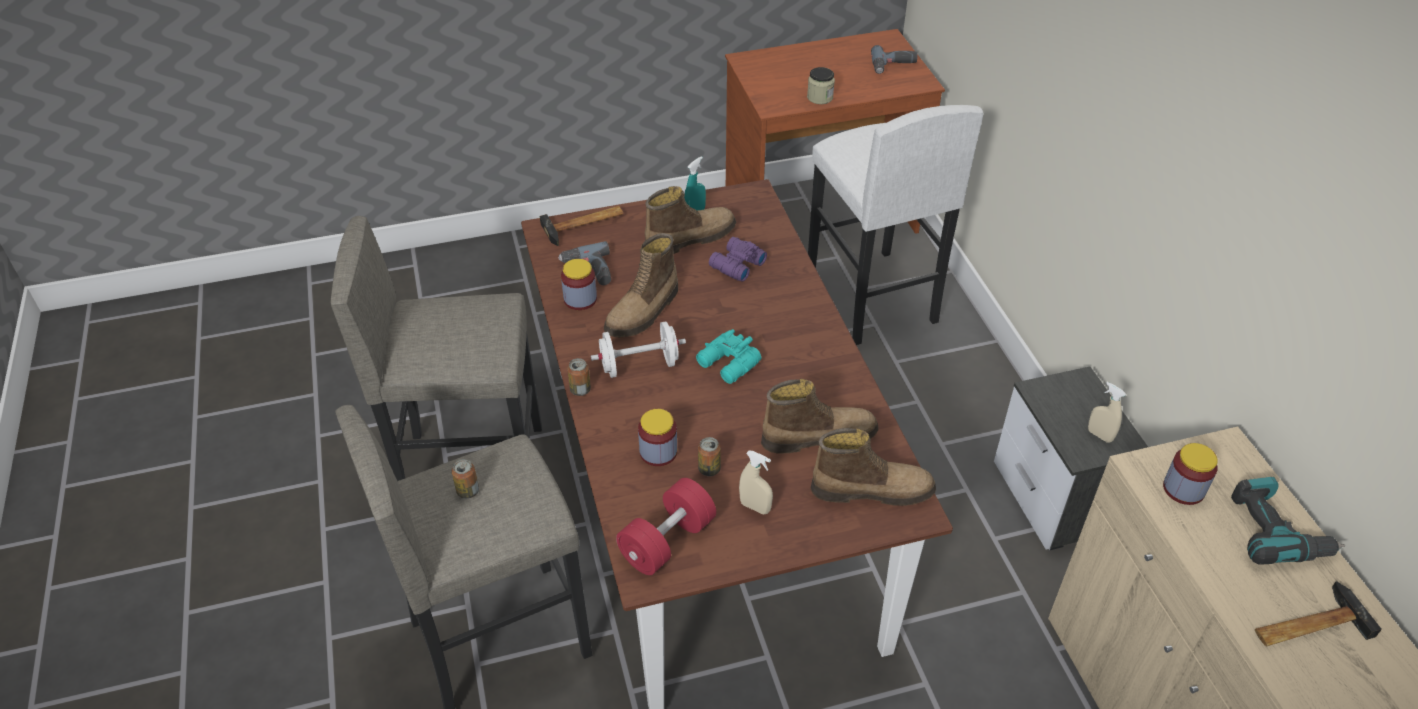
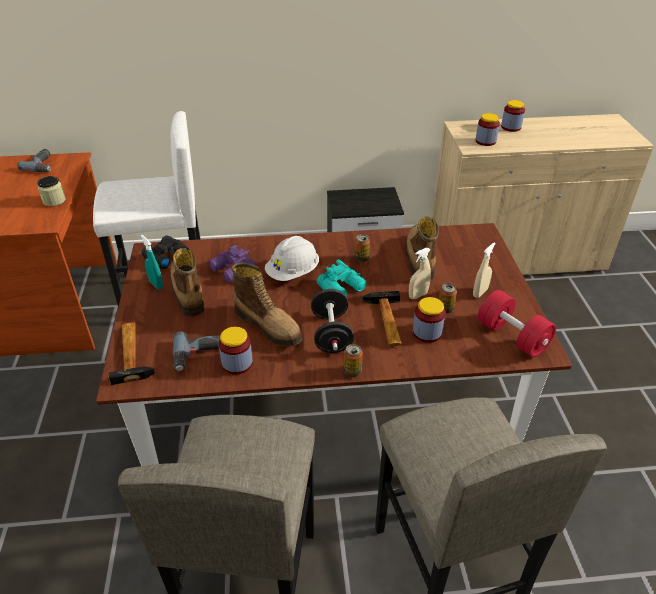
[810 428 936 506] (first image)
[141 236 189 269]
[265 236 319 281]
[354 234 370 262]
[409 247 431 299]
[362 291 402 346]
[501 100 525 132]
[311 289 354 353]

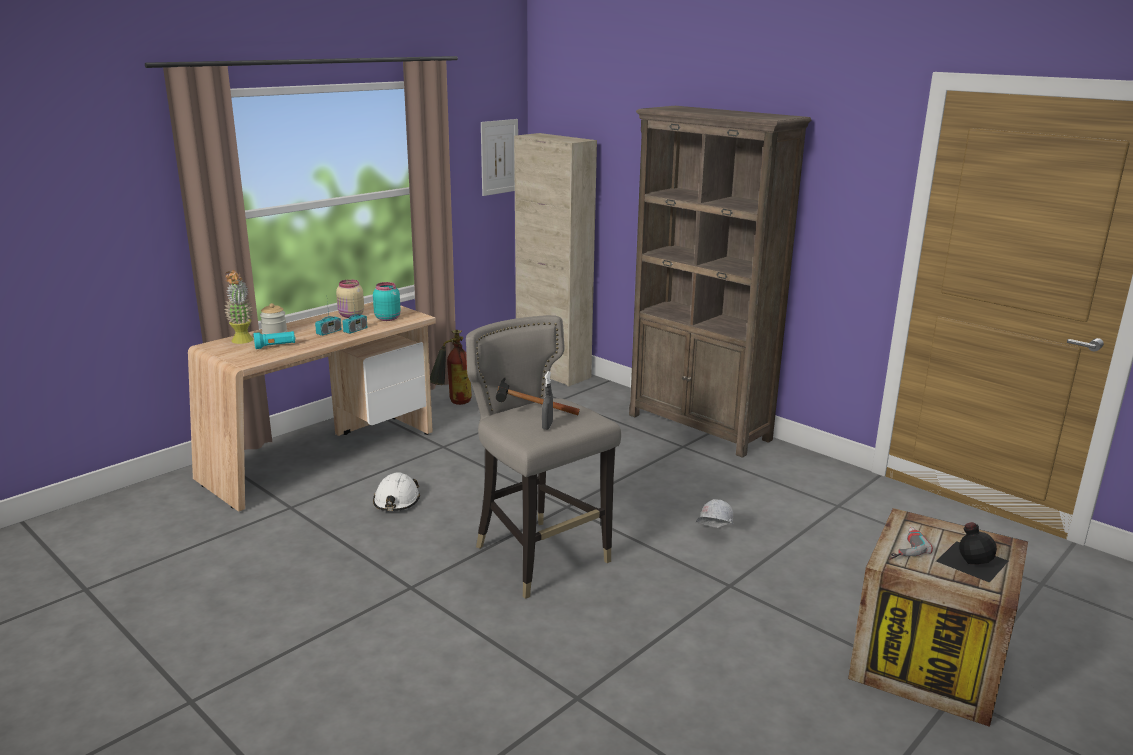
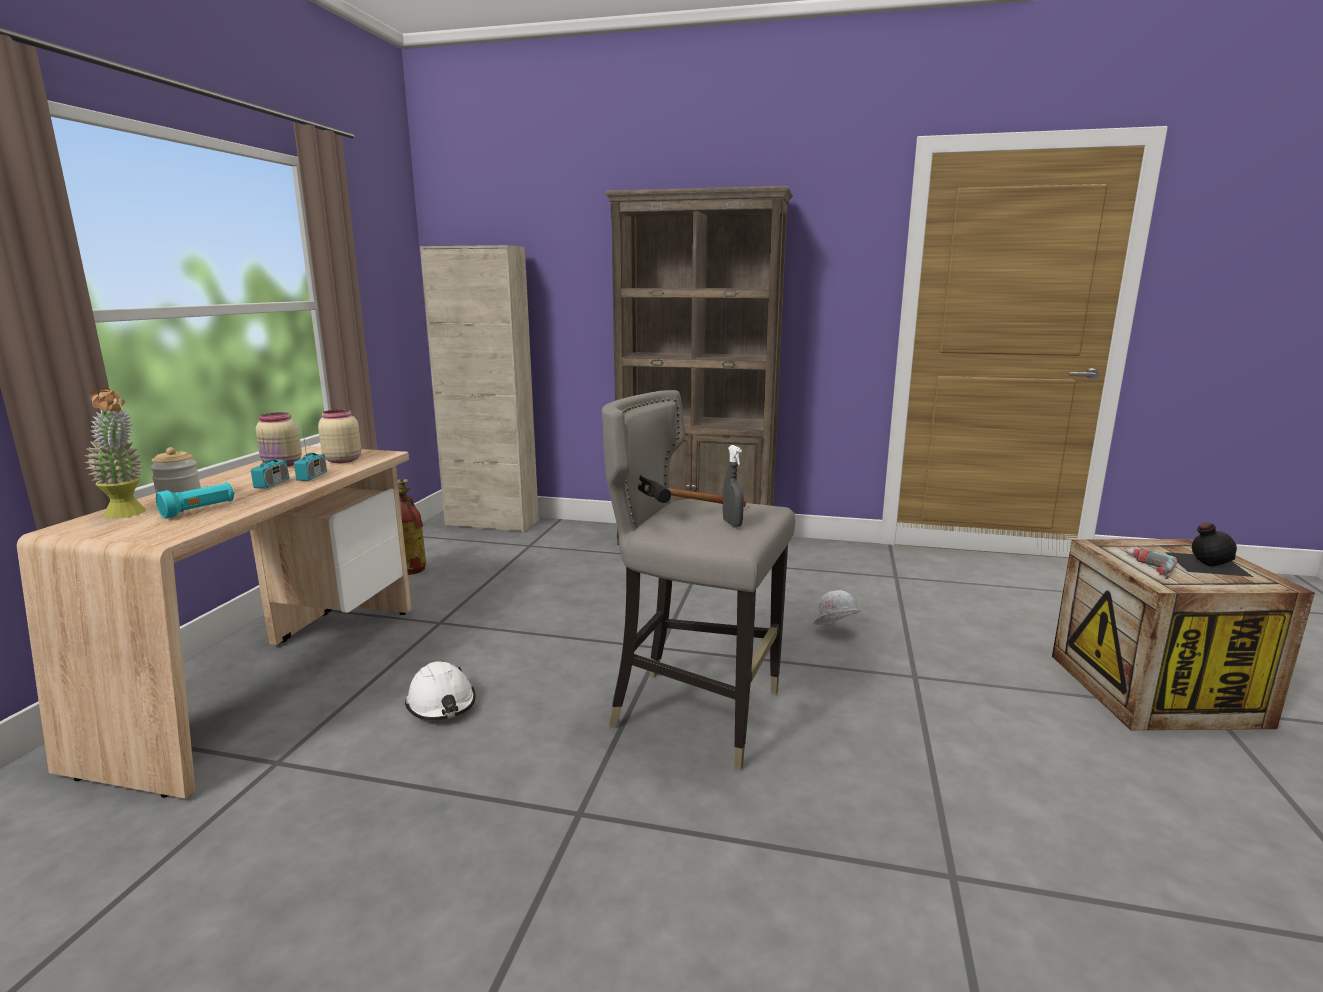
[481 119 518 196] (first image)
[318 409 361 463]

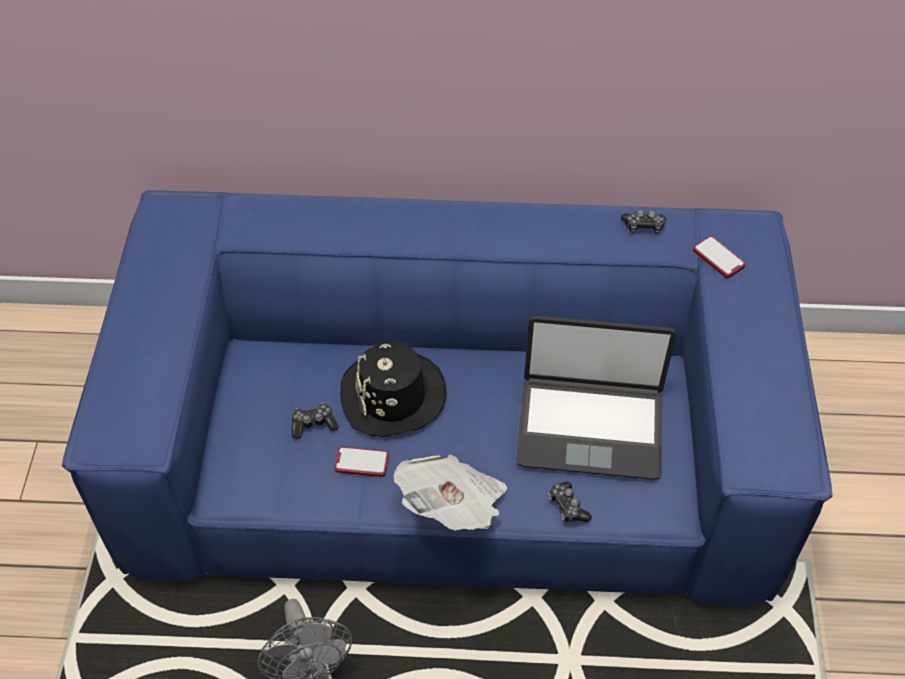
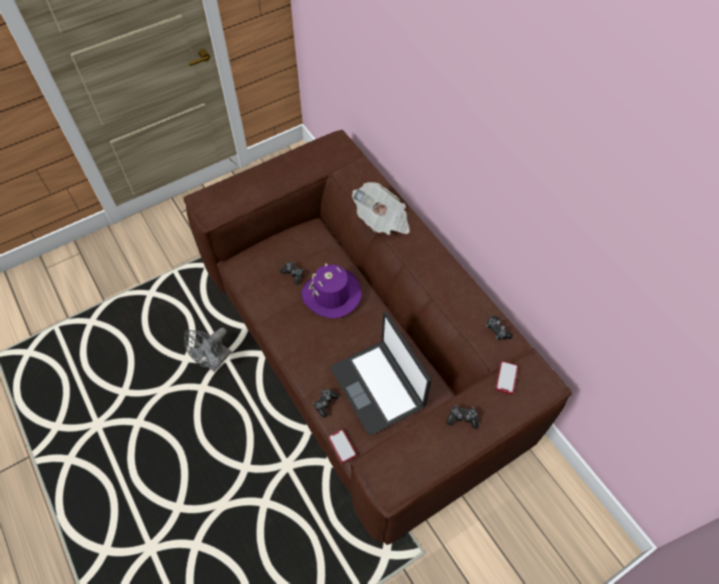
[447 405 479 429]
[328 430 356 463]
[352 182 410 235]
[183 130 572 545]
[301 263 362 319]

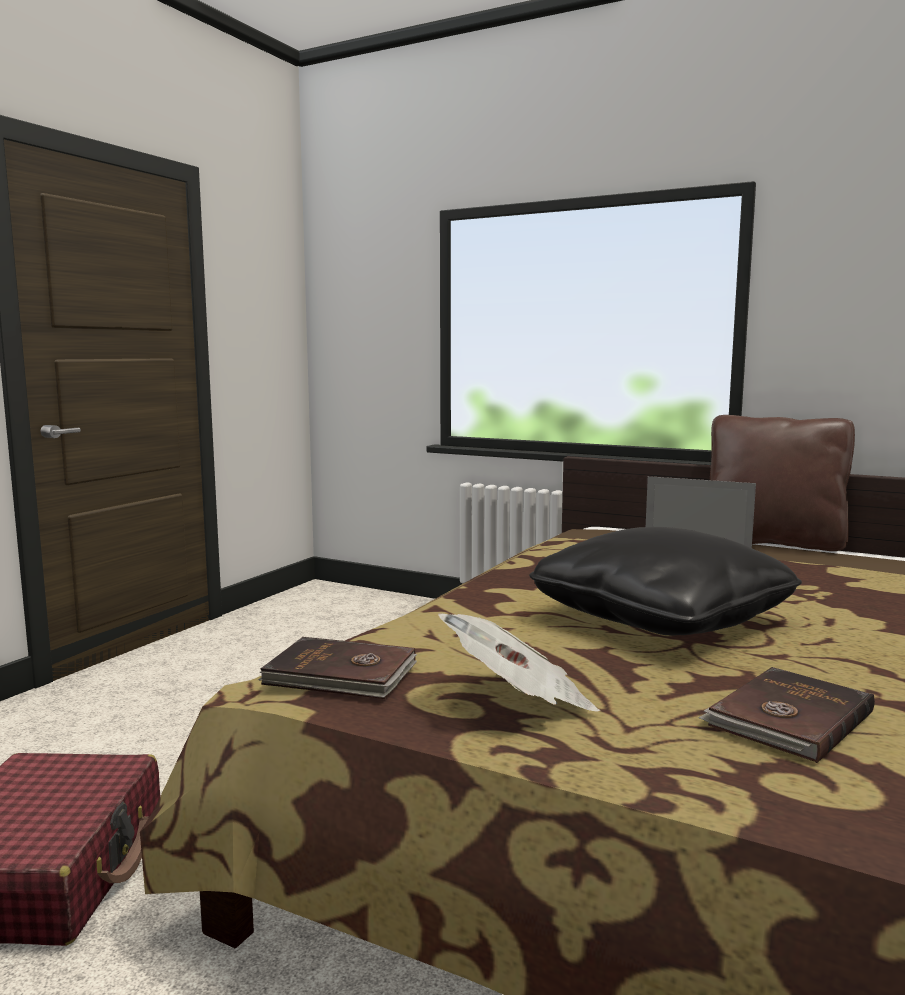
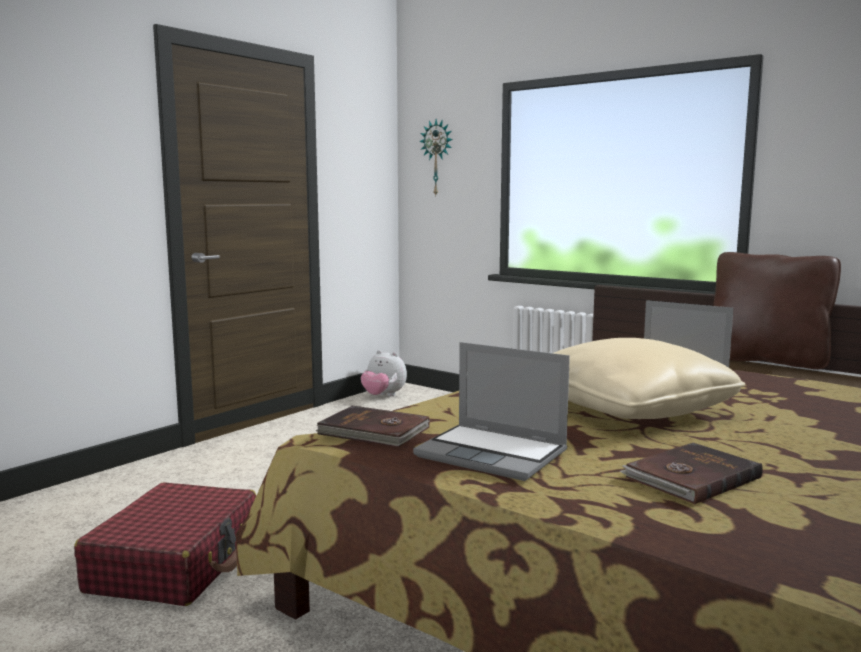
[361 350 407 396]
[419 119 453 196]
[413 342 570 481]
[554 338 745 419]

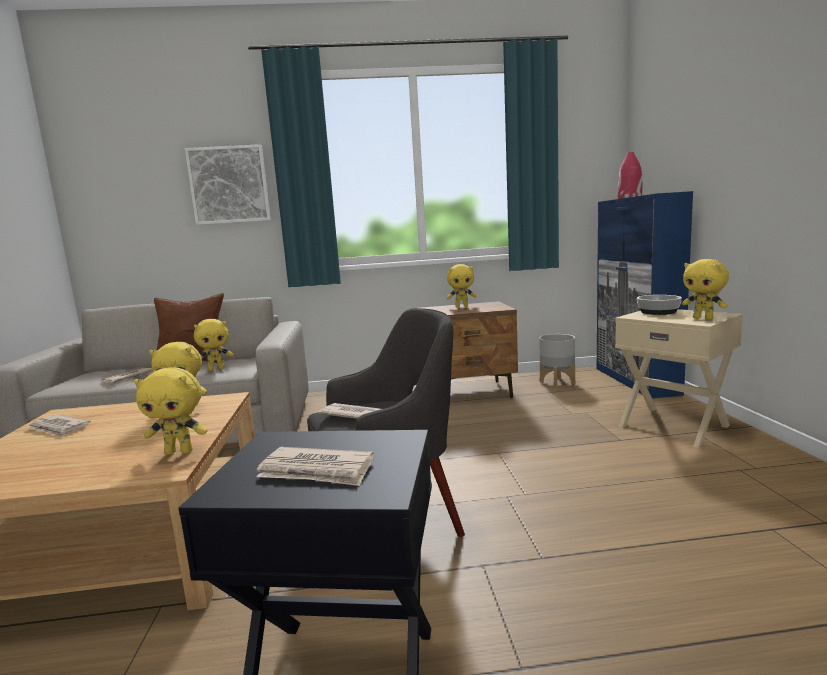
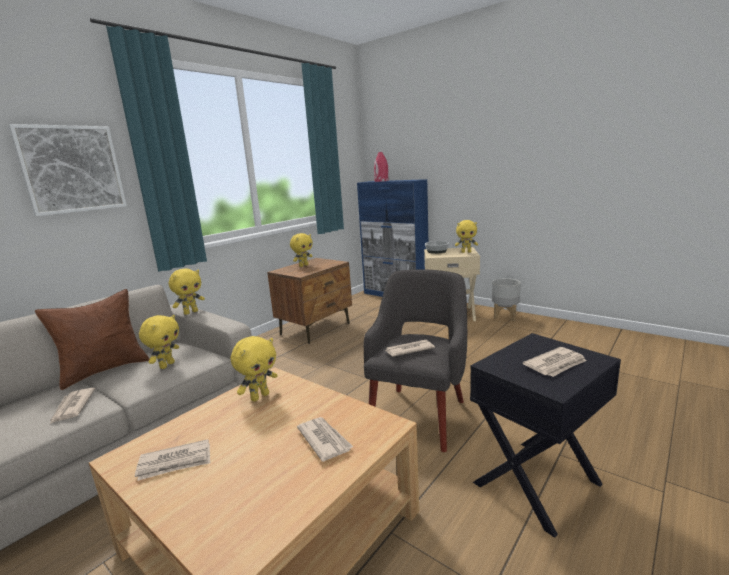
[297 417 353 462]
[169 268 205 315]
[492 278 521 321]

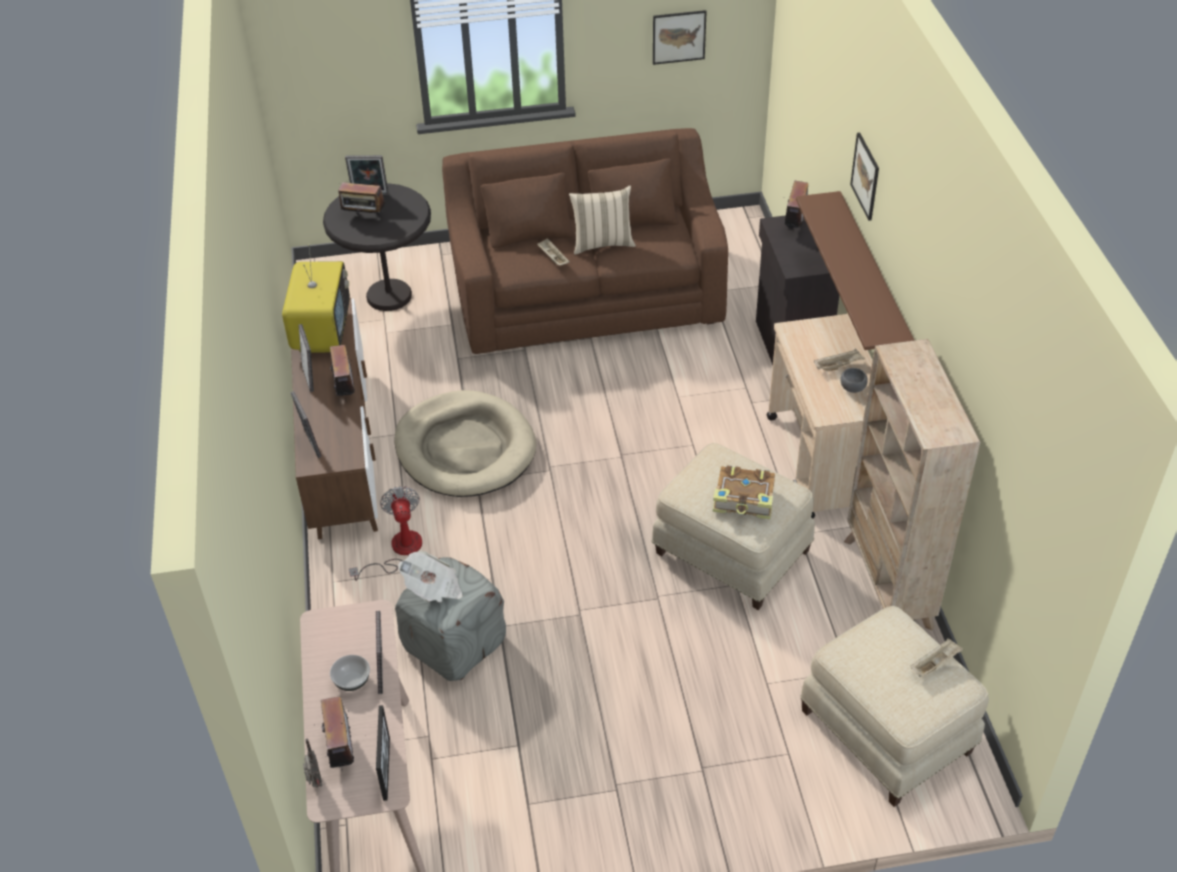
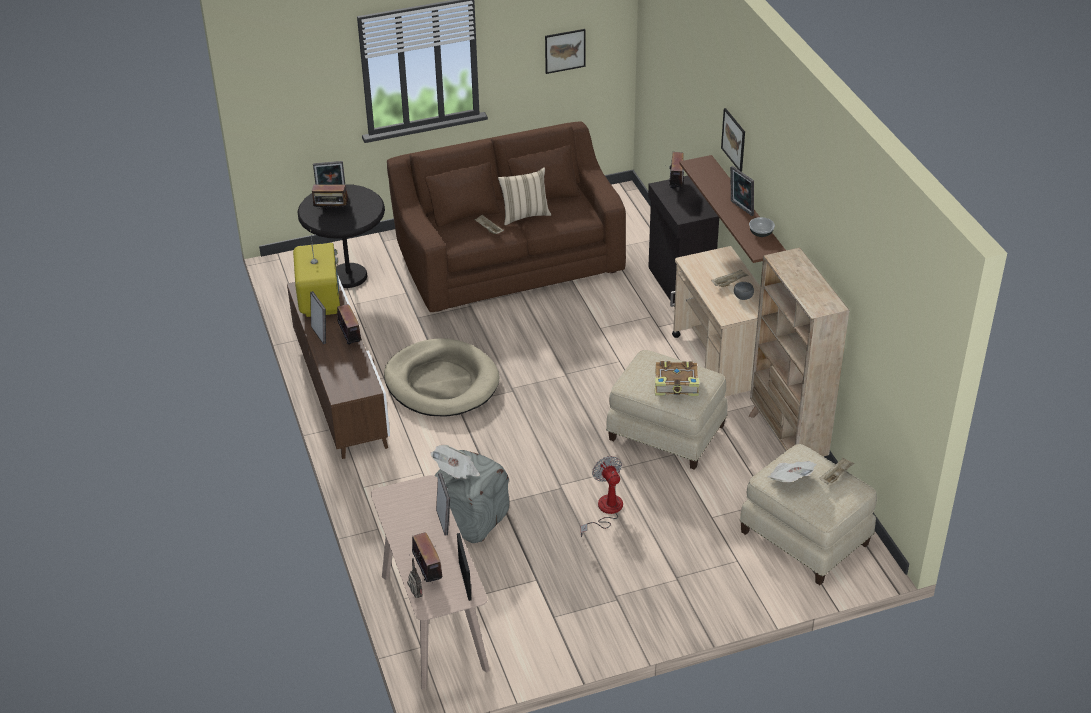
[768 461 817 482]
[730 166 754 216]
[749 217 775 237]
[581 456 623 537]

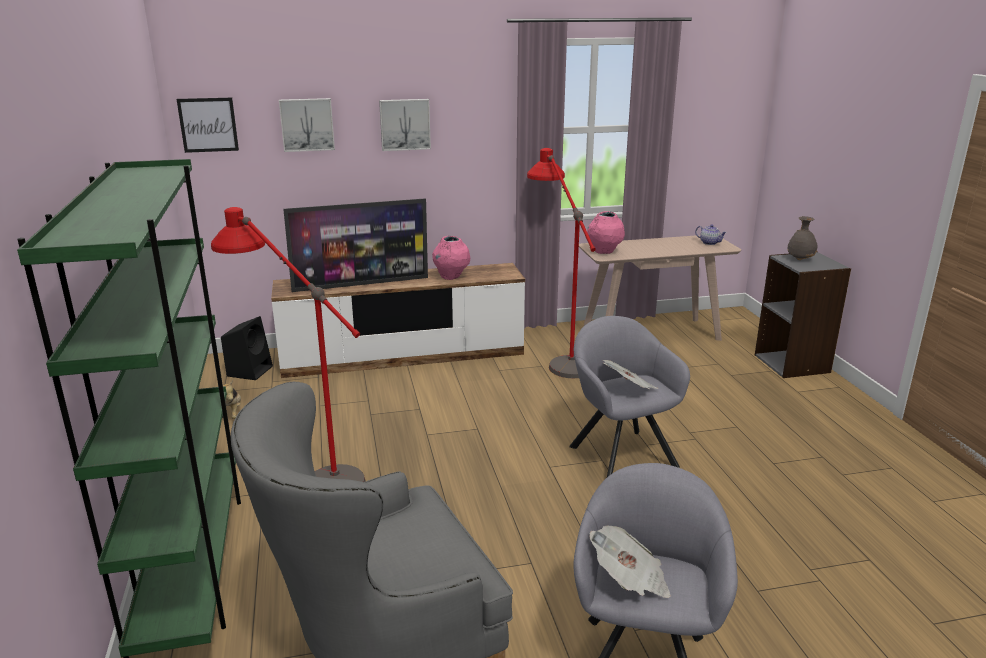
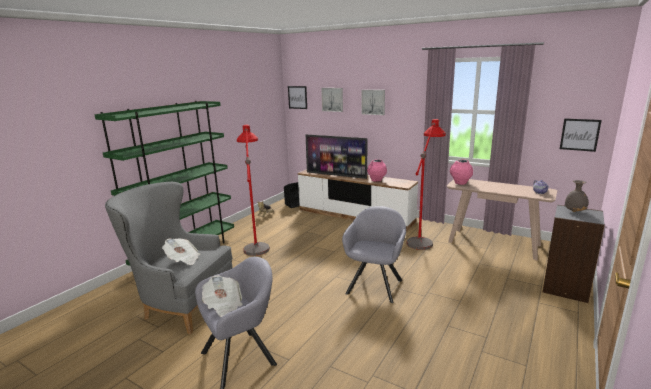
[560 118 602 152]
[162 238 200 265]

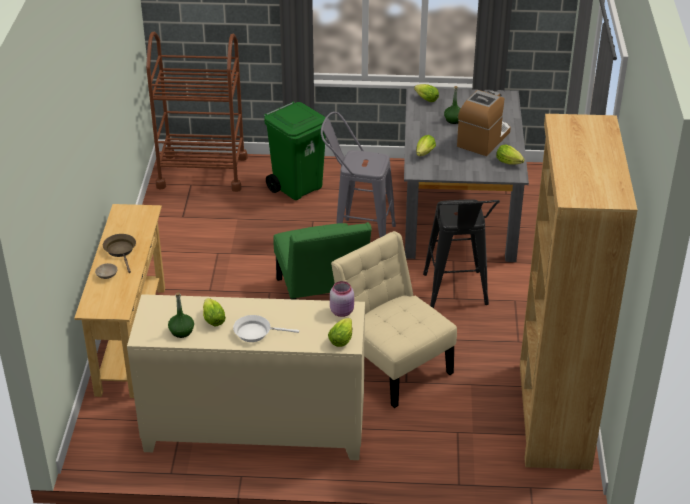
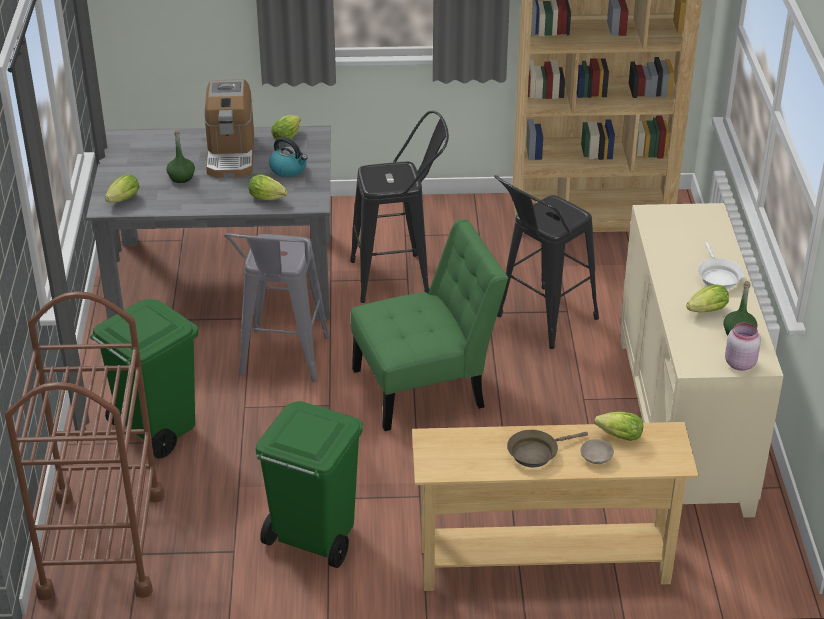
[256 401 363 568]
[269 137 308 177]
[594 412 643 441]
[725 323 761 371]
[494 175 599 349]
[204 79 254 178]

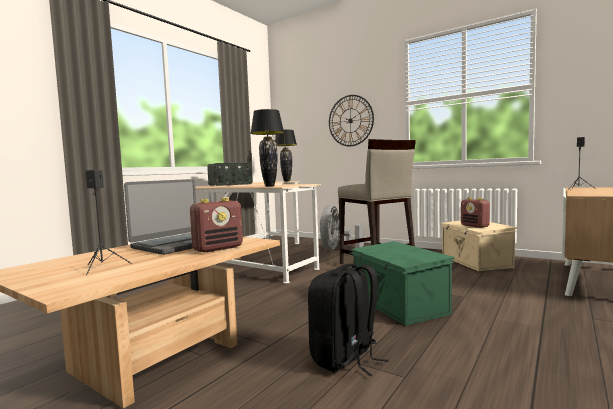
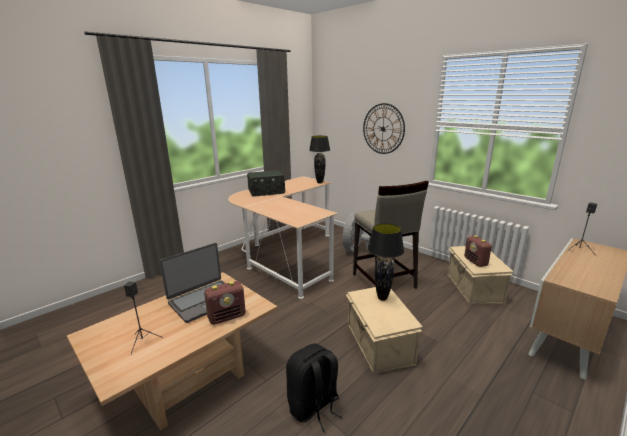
[368 223 404 301]
[346 287 423 374]

